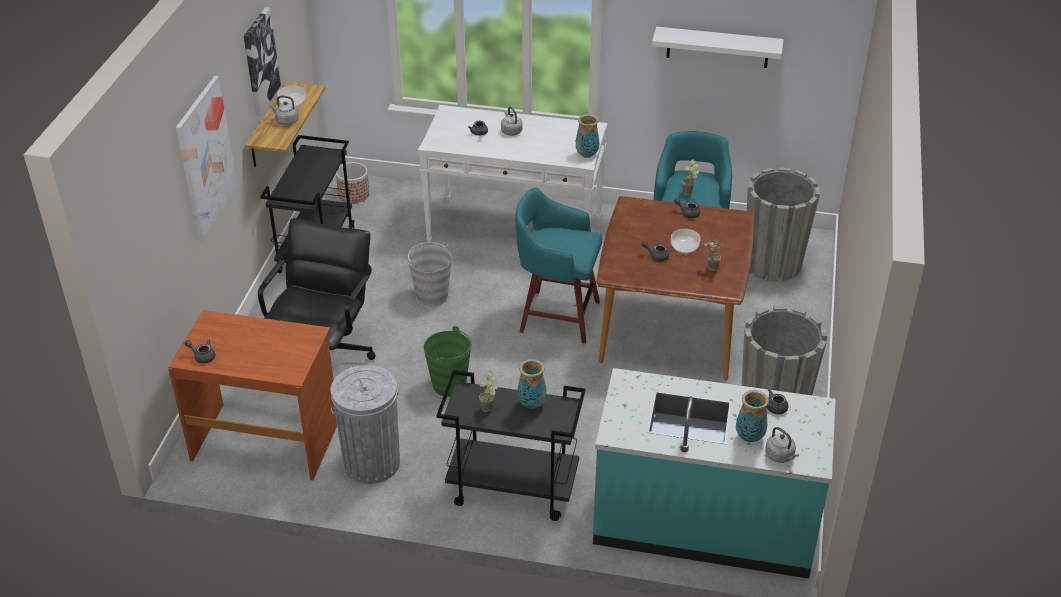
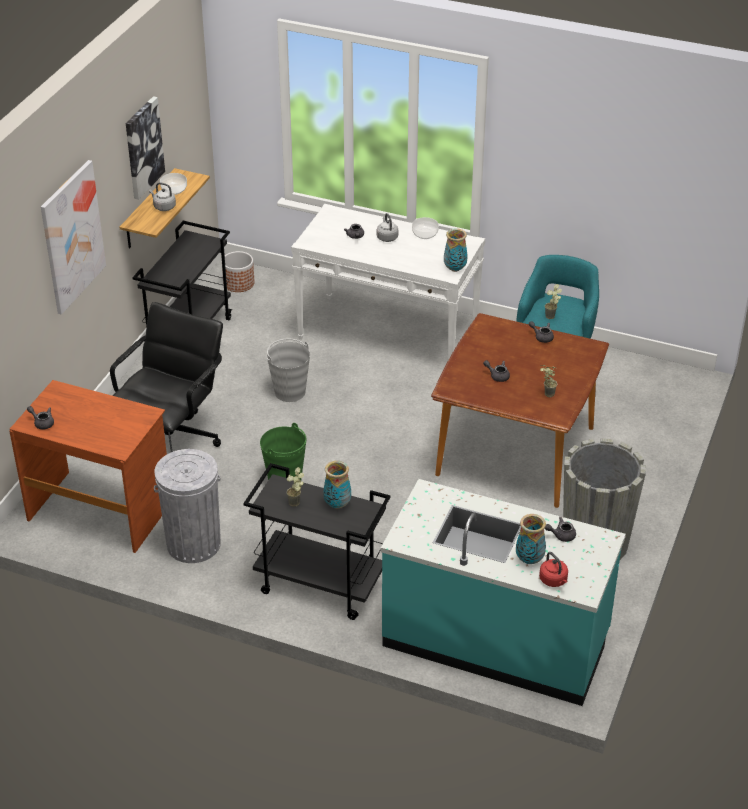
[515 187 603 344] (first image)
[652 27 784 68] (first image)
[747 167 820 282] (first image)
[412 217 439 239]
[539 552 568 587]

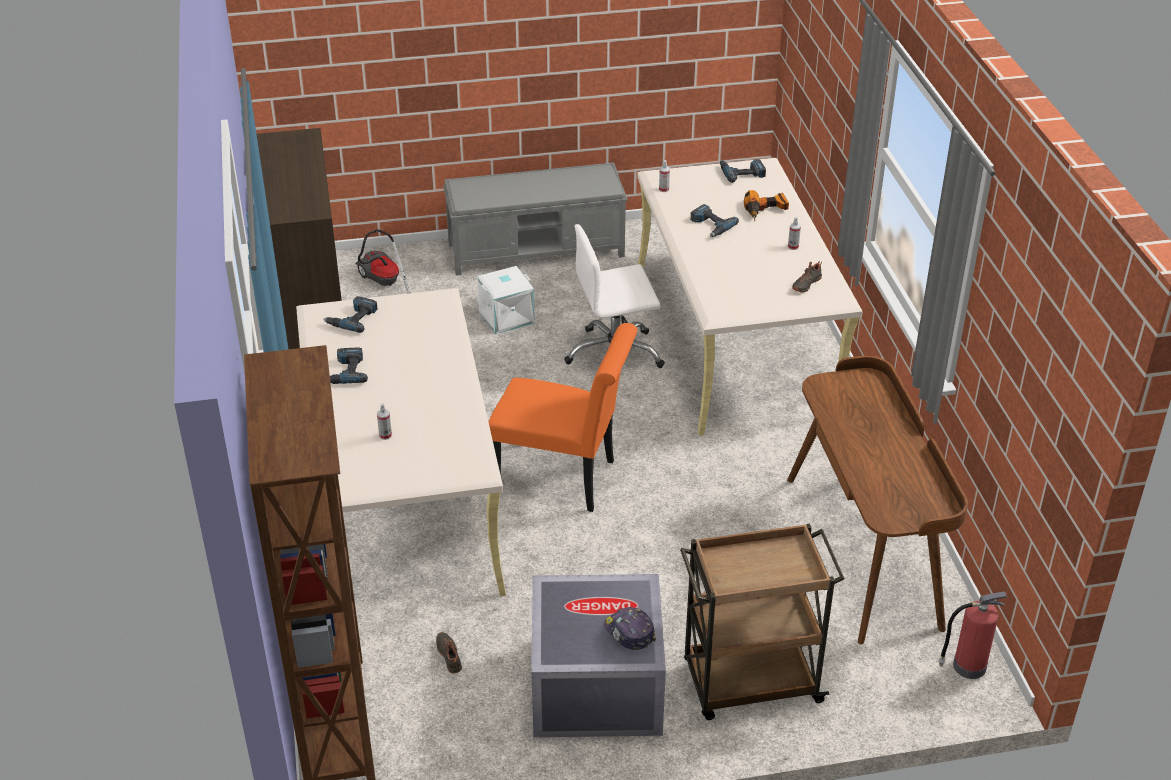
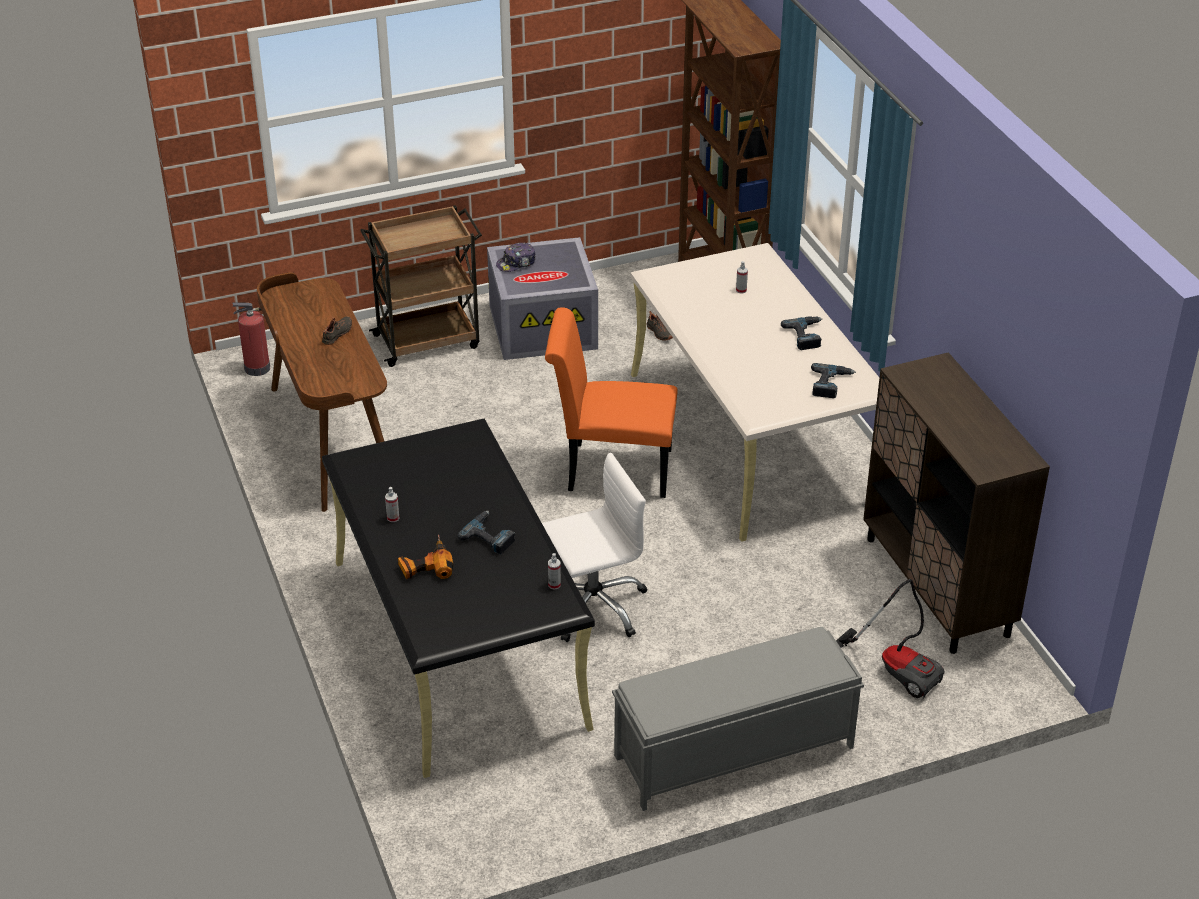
[477 266 535 334] (first image)
[720 159 766 183] (first image)
[322 316 352 345]
[322 419 595 778]
[496 243 536 272]

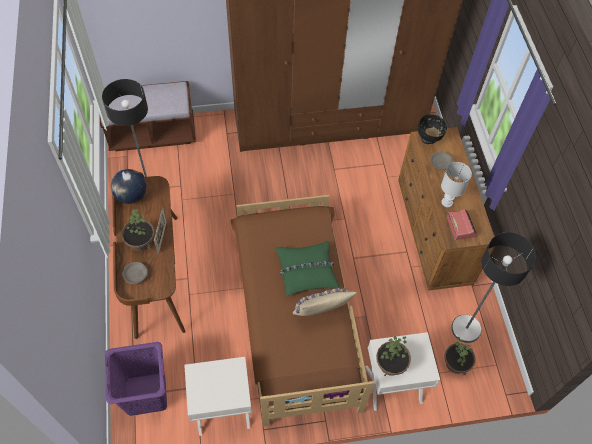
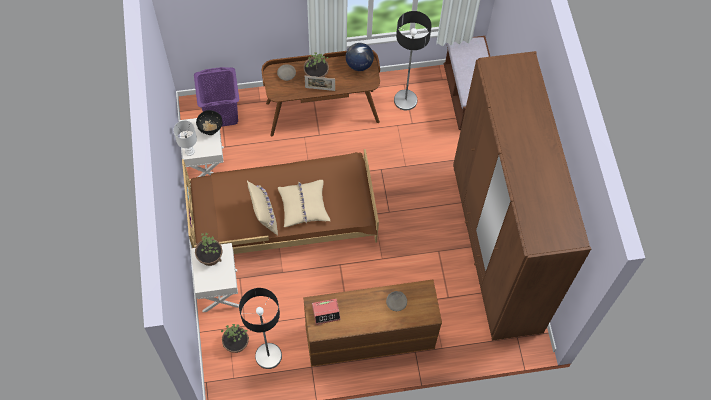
[196 110 222 135]
[173 120 197 156]
[278 180 330 227]

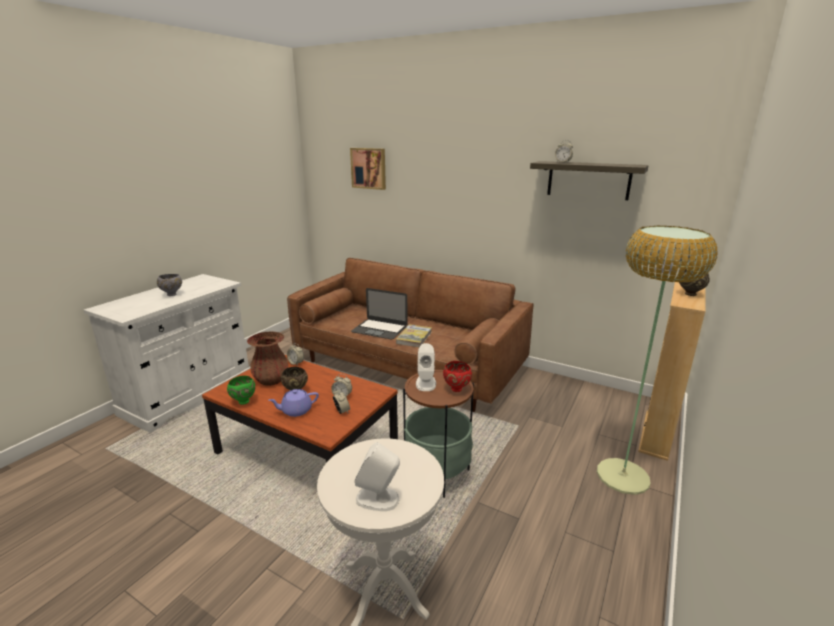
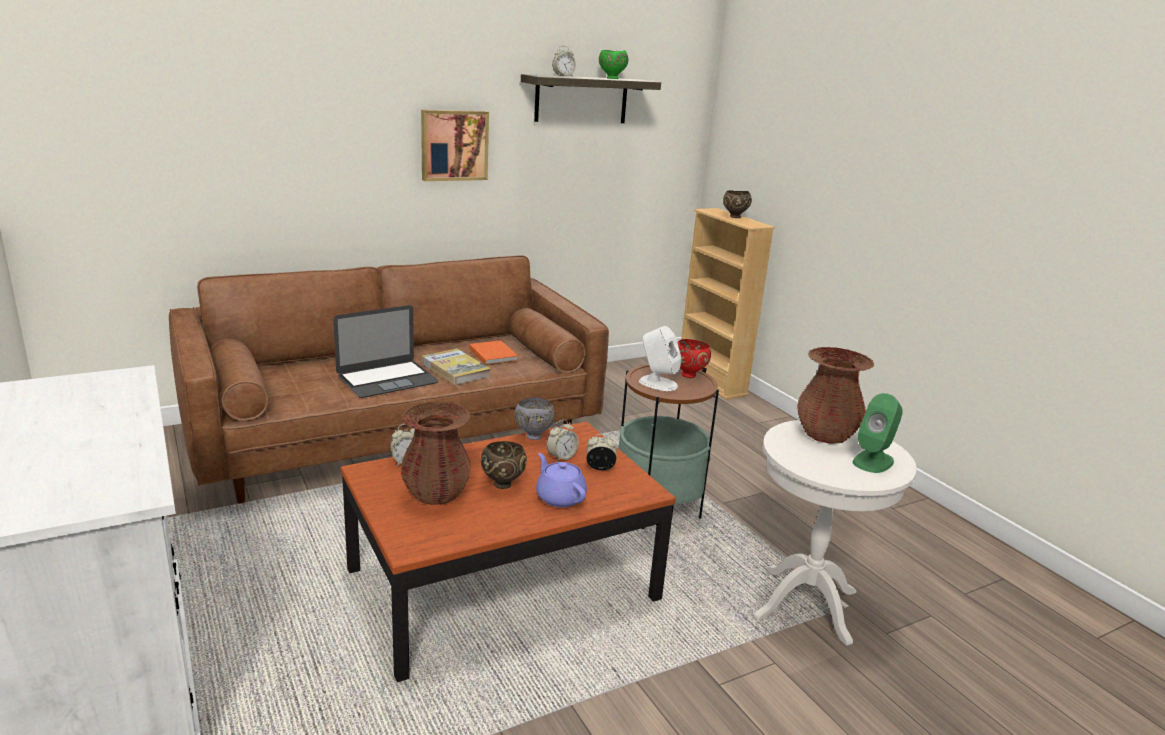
[597 225 718 495] (first image)
[469 340 518 365]
[797 347 875 444]
[515 397 555 440]
[599 50 628 79]
[421 110 489 181]
[853 393 903 473]
[536 453 587 507]

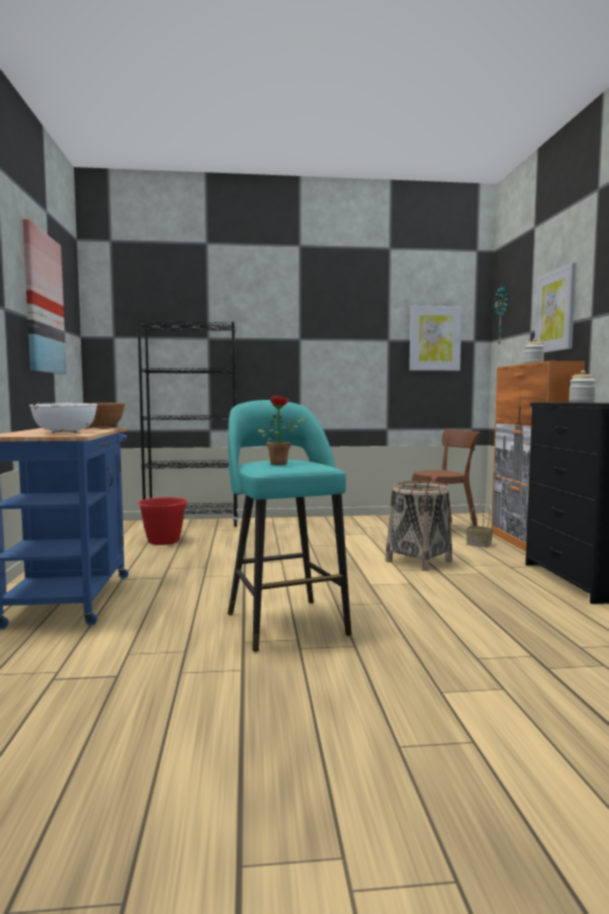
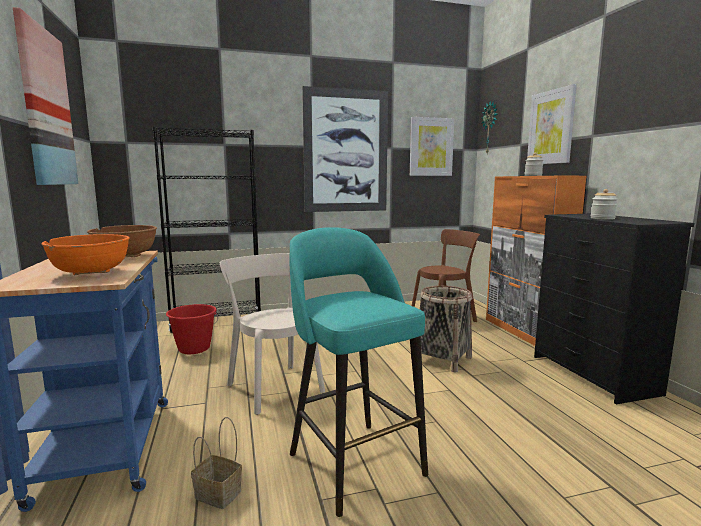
[258 396 305 465] (first image)
[220 253 325 415]
[302 86 388 212]
[191 417 242 509]
[42 234 130 275]

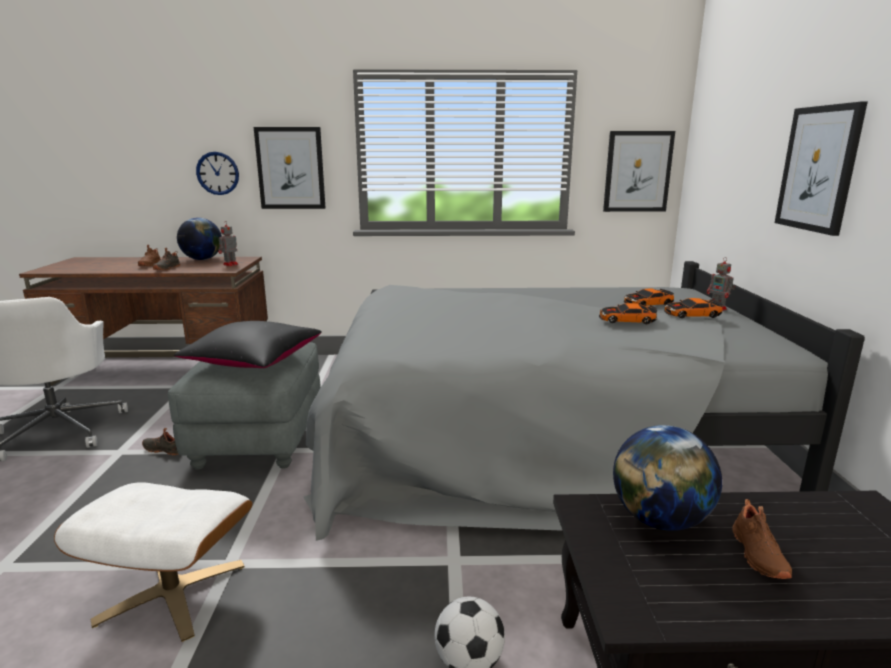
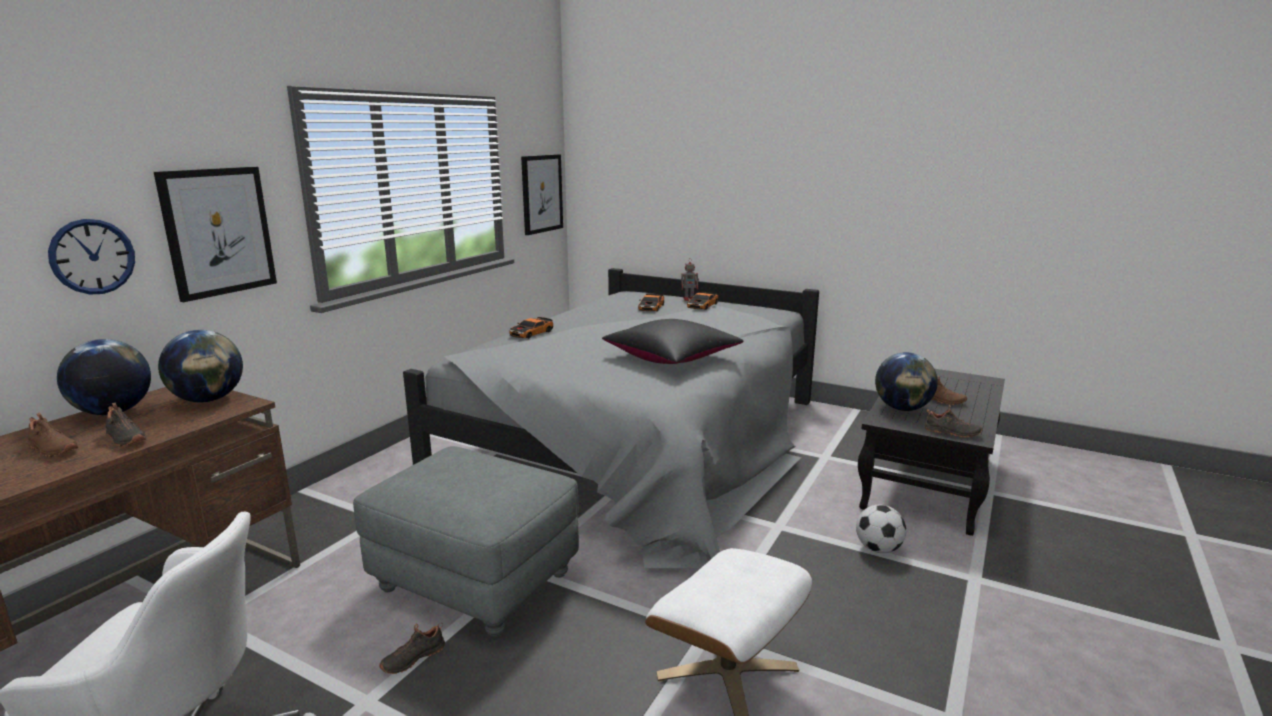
[775 102 868 236] (first image)
[924 405 982 438]
[602 319 743 364]
[509 317 553 338]
[158 330 243 402]

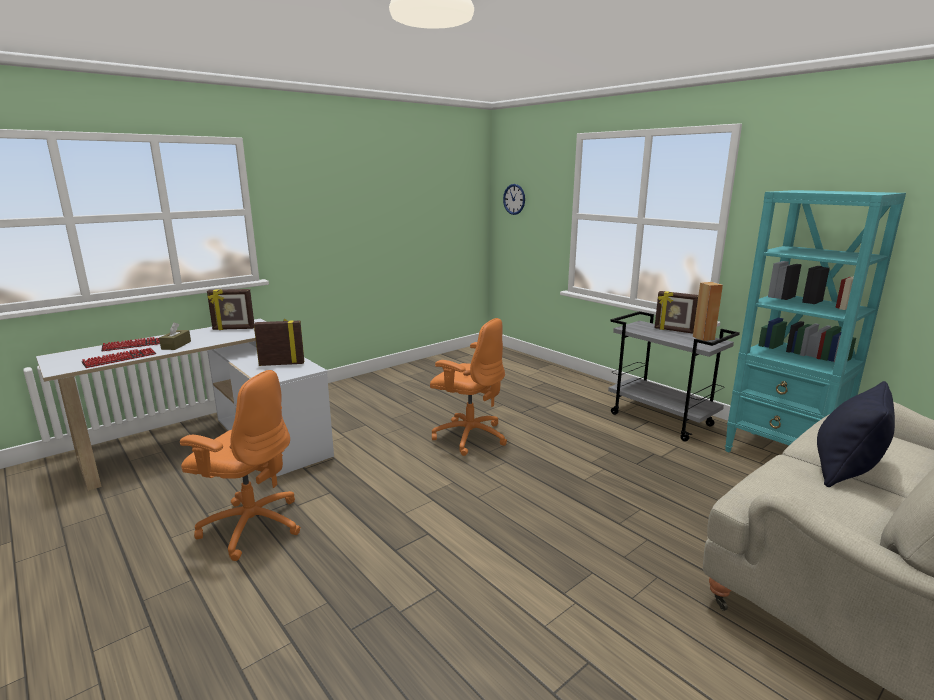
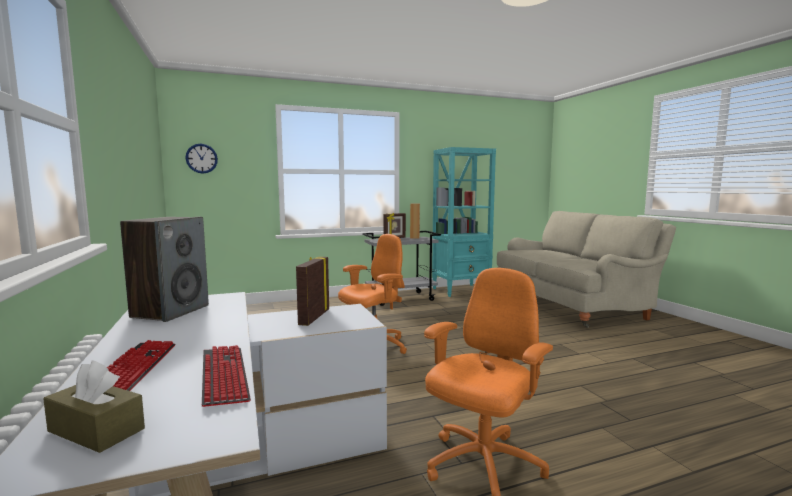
[817 381 895 487] (first image)
[43 360 145 453]
[120 217 209 322]

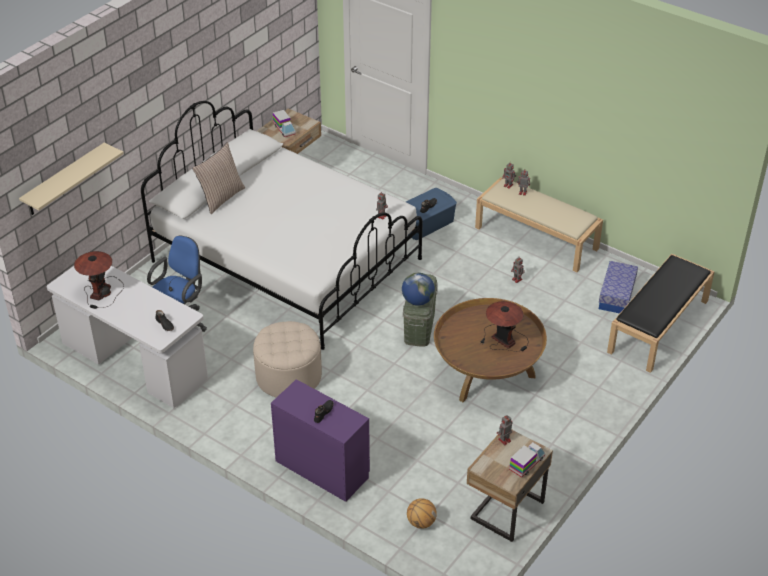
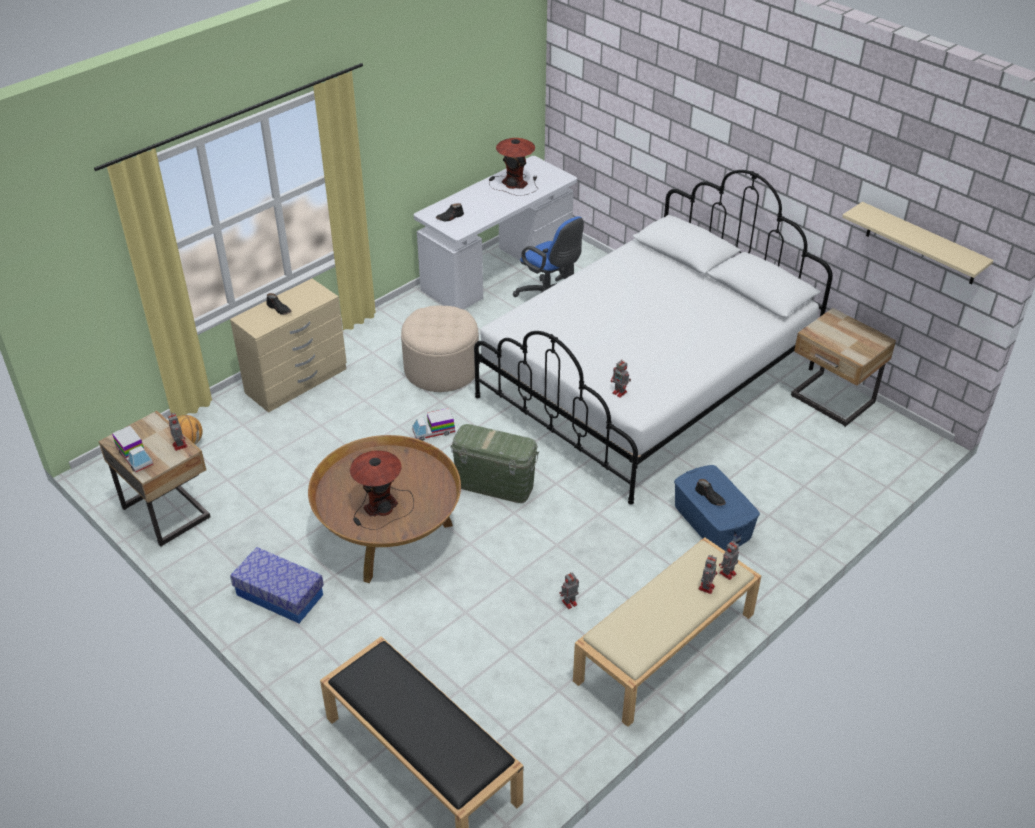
[192 142 245 214] (first image)
[402 273 435 306] (first image)
[842 202 993 285]
[412 408 455 441]
[230 547 324 623]
[230 278 347 413]

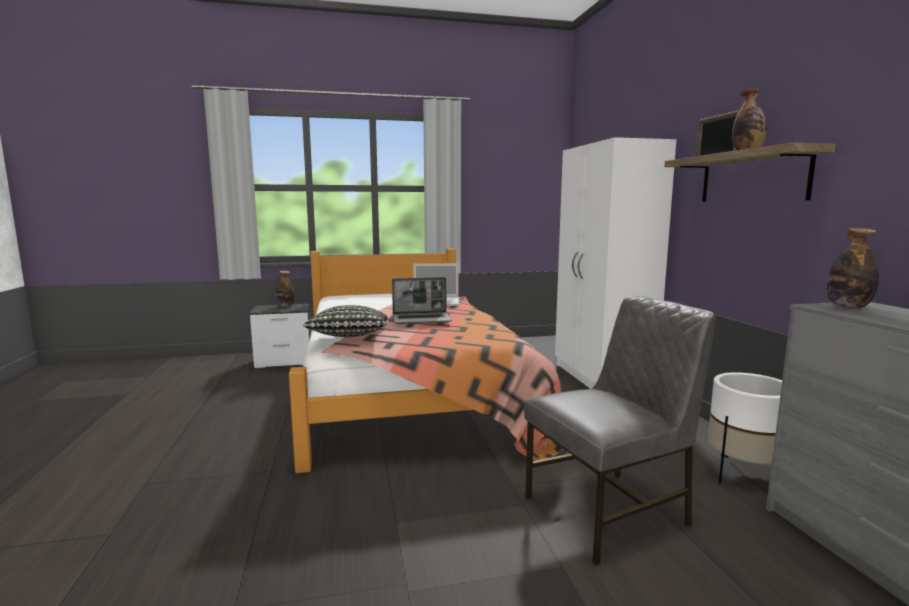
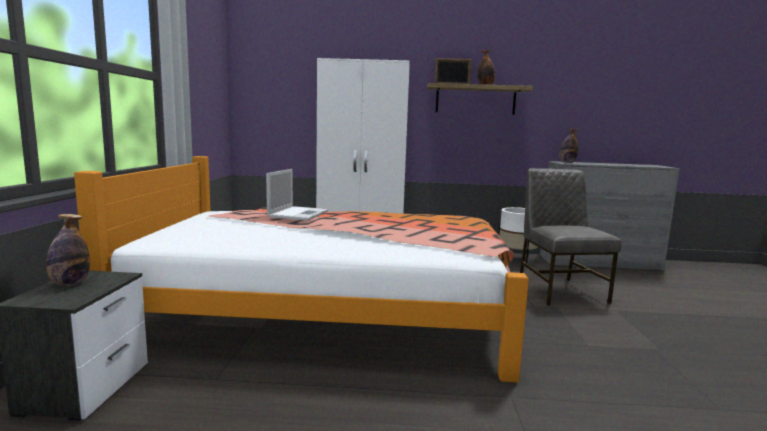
[303 305 388 337] (first image)
[392 277 452 324] (first image)

